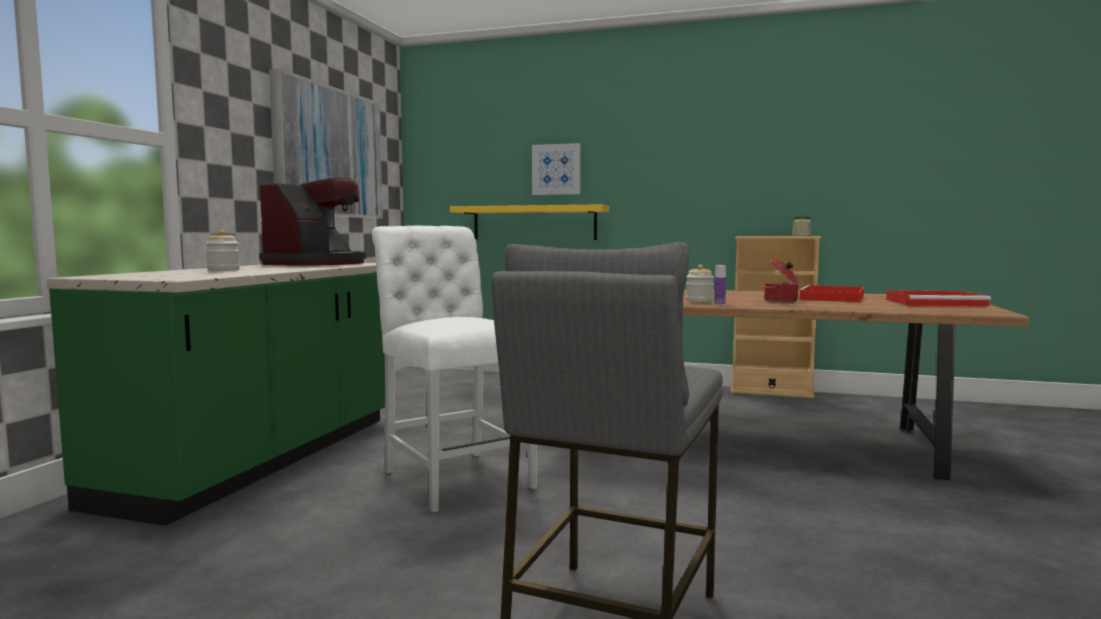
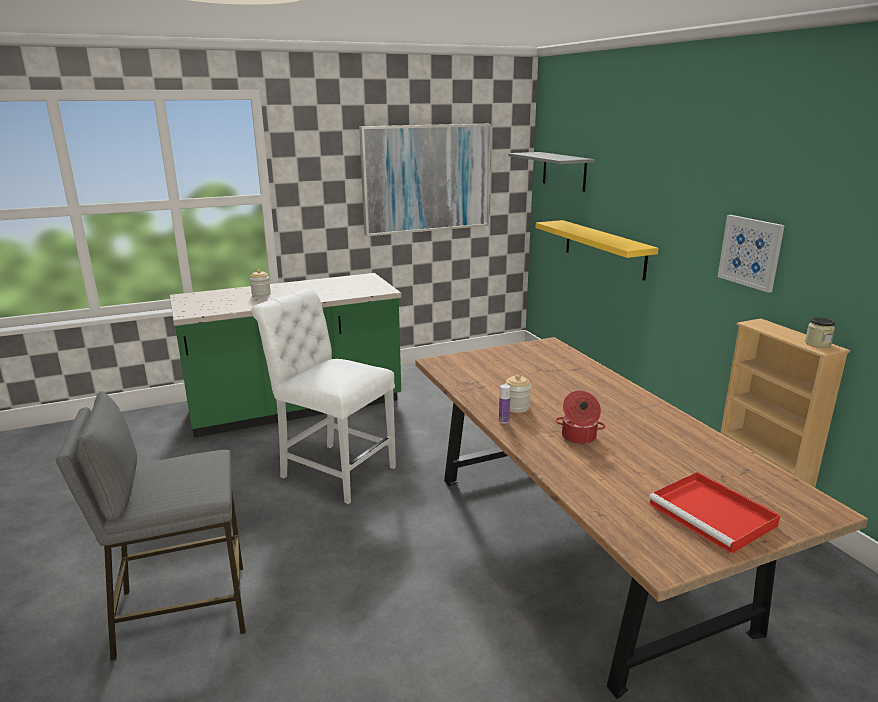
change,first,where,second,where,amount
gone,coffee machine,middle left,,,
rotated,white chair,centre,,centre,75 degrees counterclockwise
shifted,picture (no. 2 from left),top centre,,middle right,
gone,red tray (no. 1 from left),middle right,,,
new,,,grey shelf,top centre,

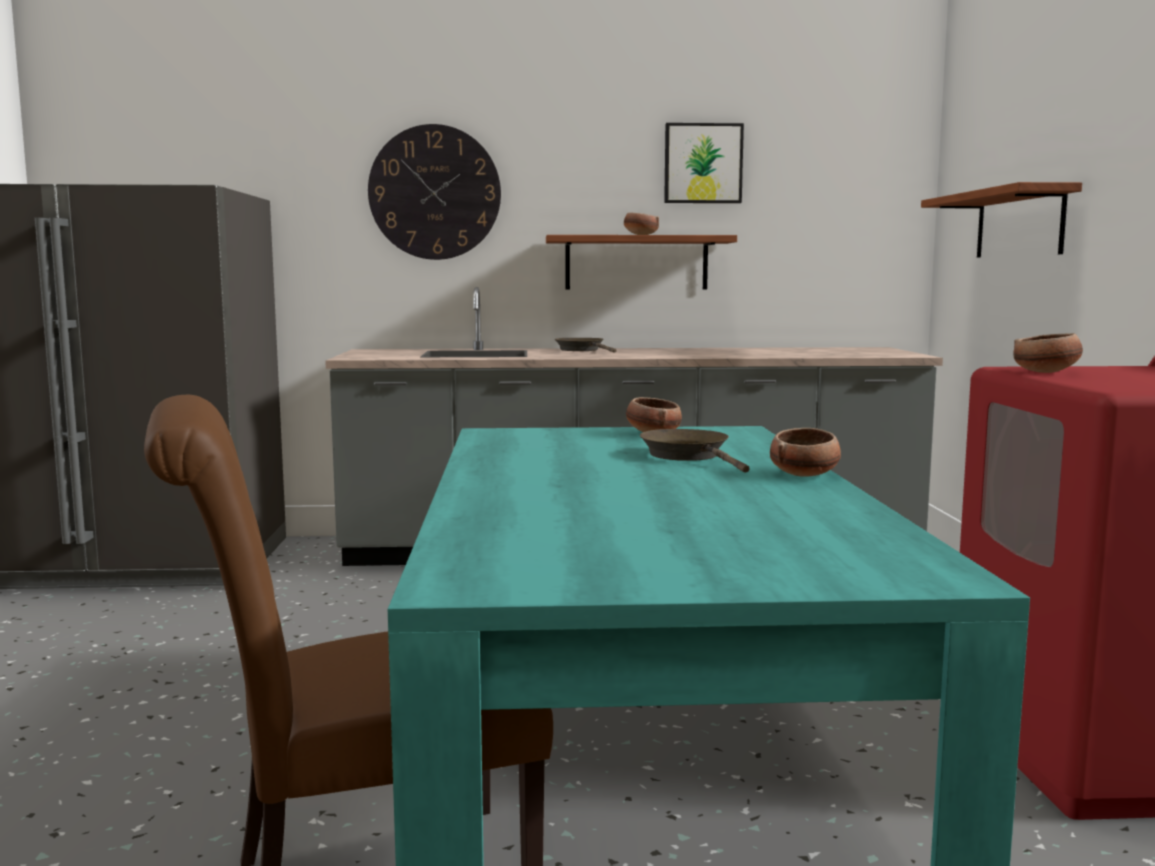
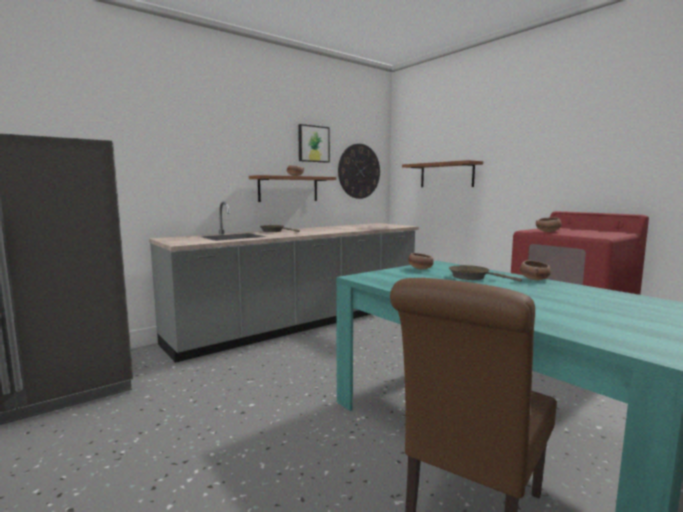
change,first,where,second,where,amount
shifted,wall clock,top centre,,centre,

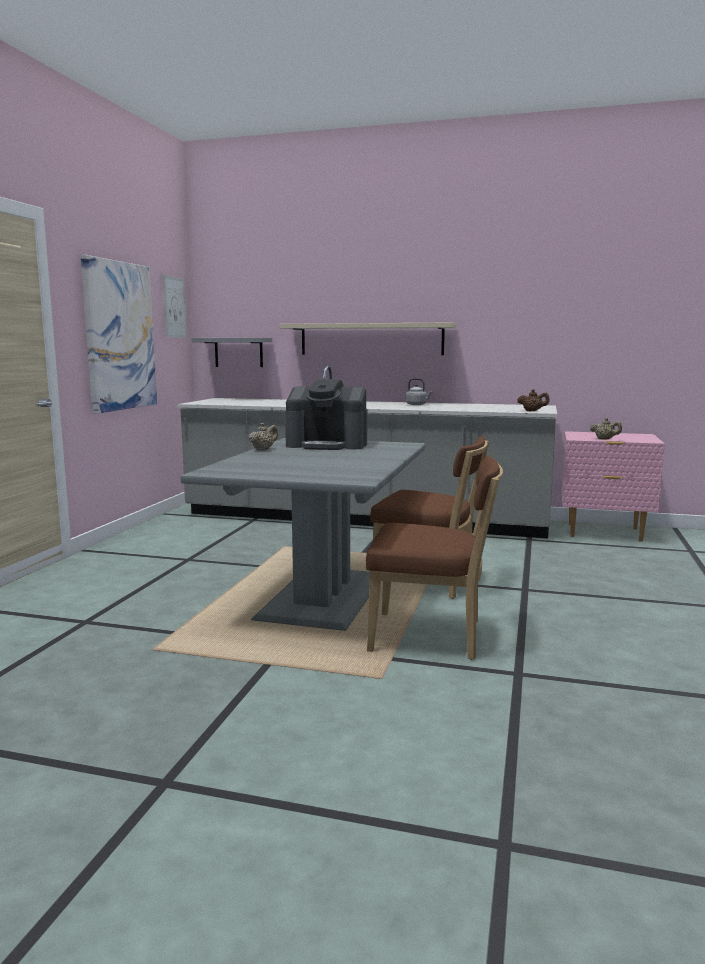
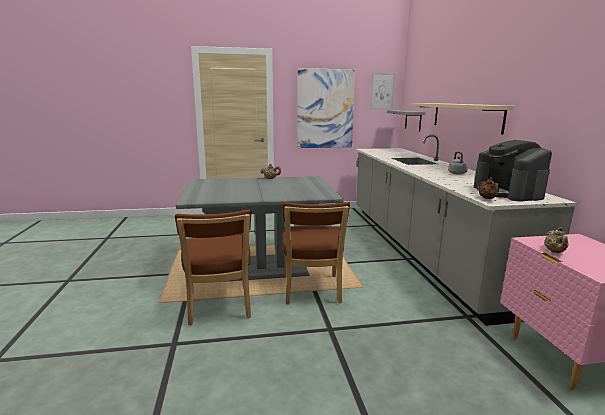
change,first,where,second,where,amount
shifted,coffee machine,centre,,middle right,

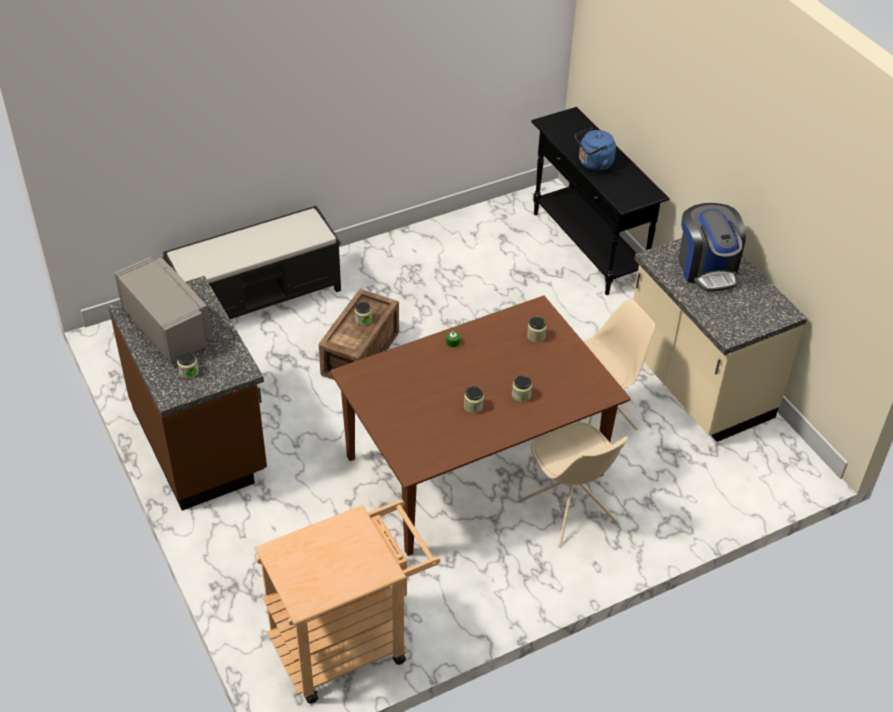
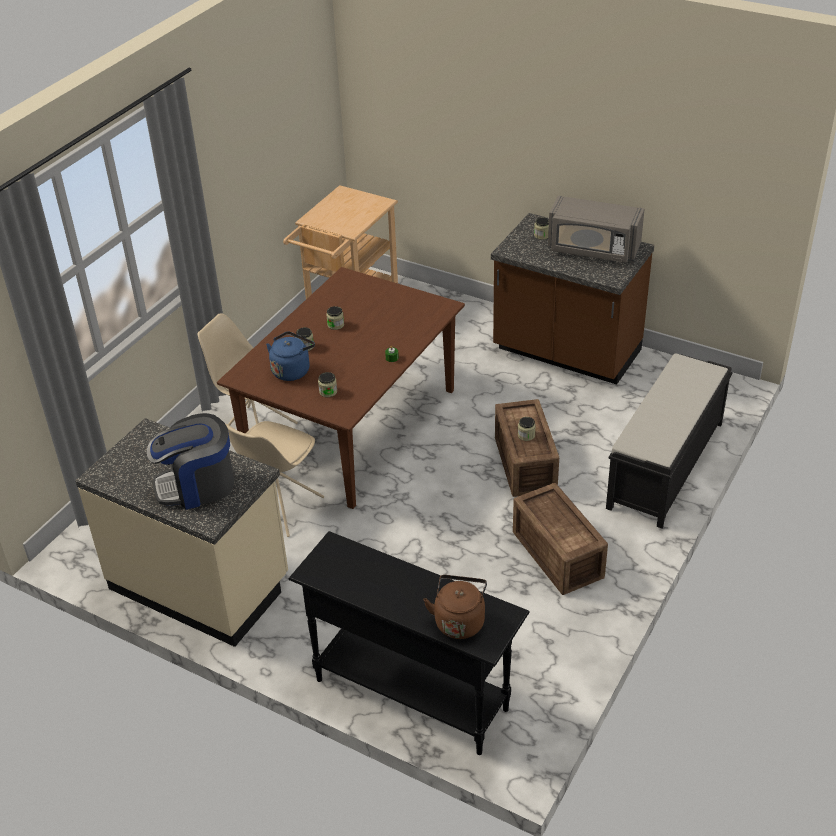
change,first,where,second,where,amount
shifted,blue kettle,top centre,,centre,
rotated,coffee machine,middle right,,middle left,60 degrees counterclockwise
new,,,brown kettle,bottom centre,
new,,,crate (no. 2 from left),middle right,

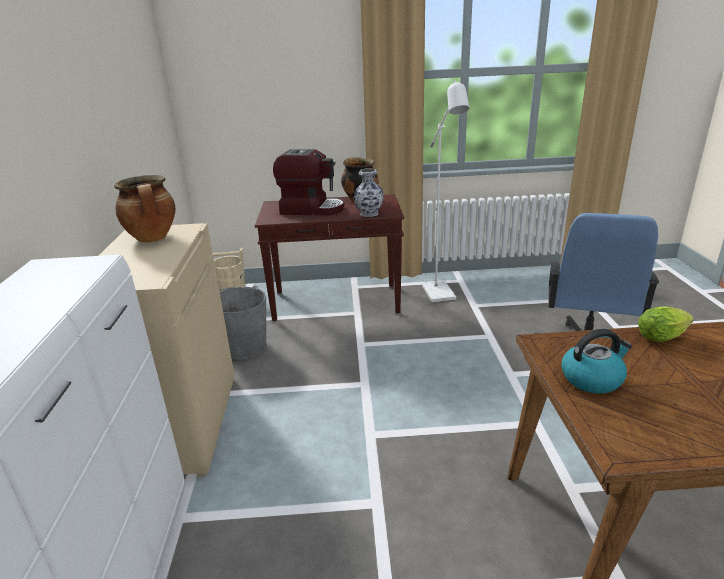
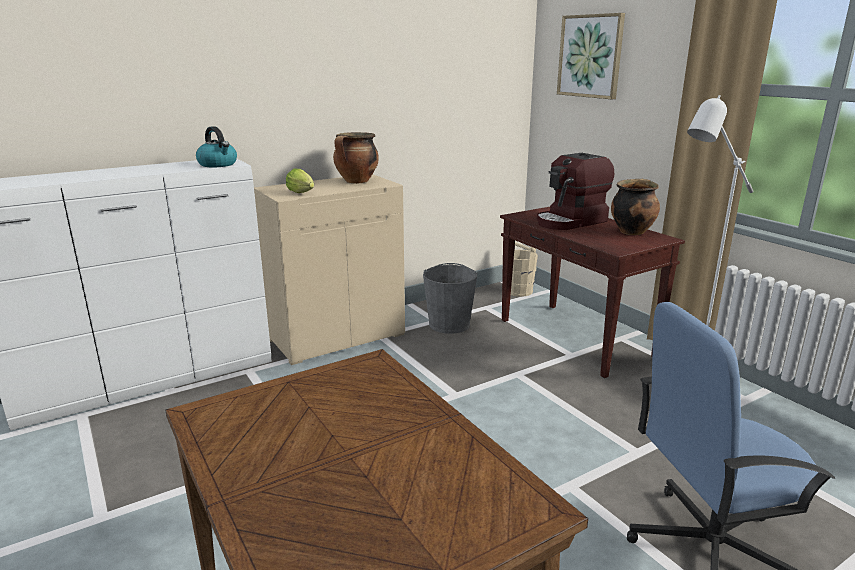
change,first,where,second,where,amount
rotated,coffee machine,top centre,,middle right,75 degrees clockwise
gone,vase,centre,,,
shifted,kettle,middle right,,top left,
shifted,lettuce,middle right,,top centre,
new,,,picture,top right,

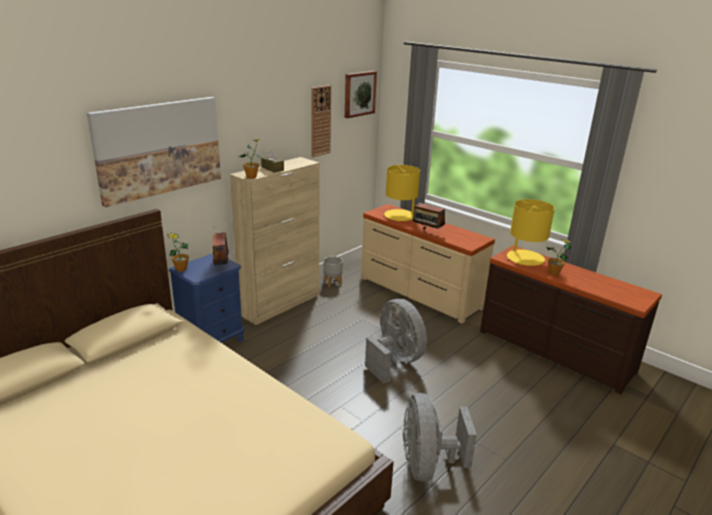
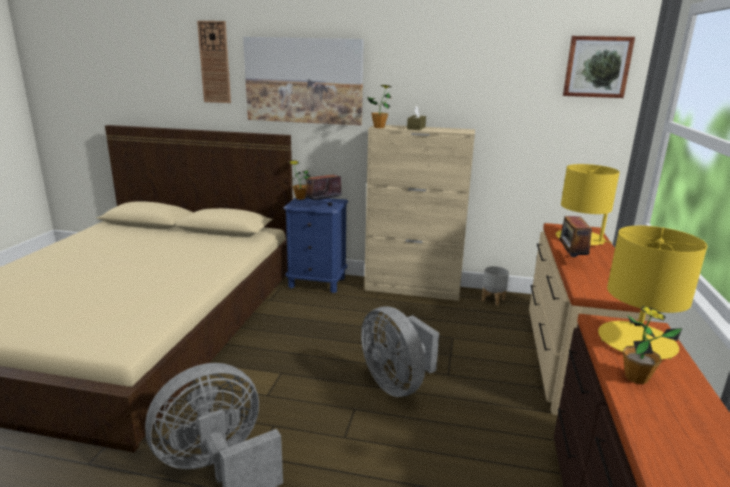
change,first,where,second,where,amount
shifted,wall clock,top centre,,top left,
rotated,grey fan (no. 1 from left in the first image),centre,grey fan (no. 2 from left),bottom centre,120 degrees clockwise

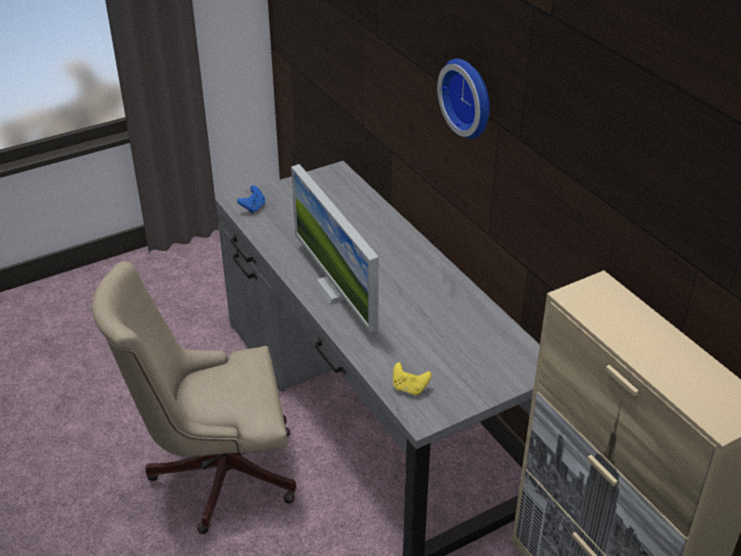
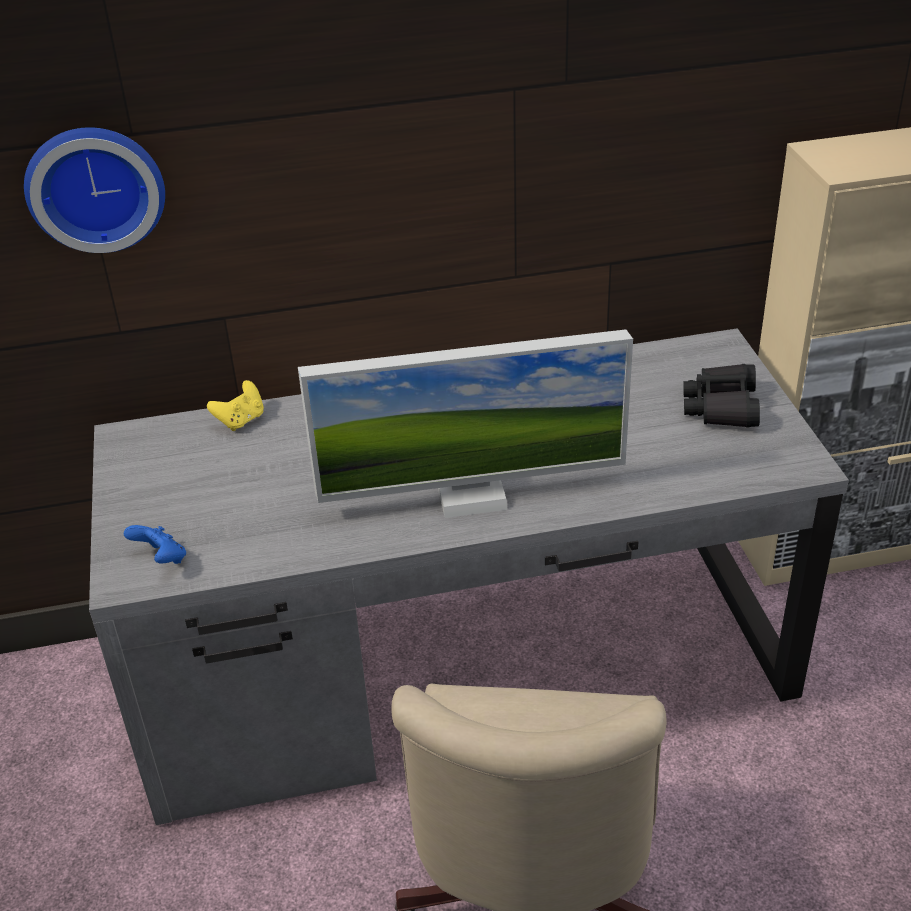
change,first,where,second,where,amount
shifted,yellow game controller,bottom centre,,middle left,
shifted,wall clock,top centre,,top left,
new,,,black binoculars,middle right,

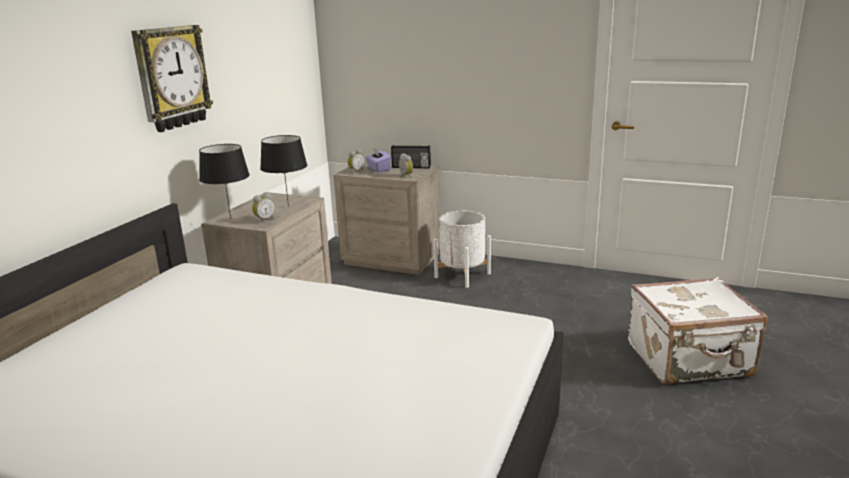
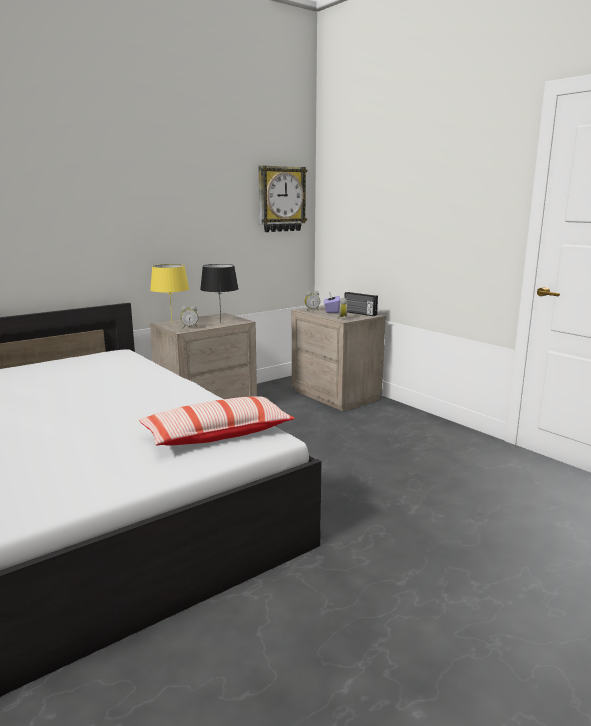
change,first,where,second,where,amount
shifted,wall clock,top left,,top centre,
repainted,black table lamp (no. 1 from left),middle left,yellow table lamp,middle left,
gone,white planter,centre,,,
gone,white suitcase,bottom right,,,
new,,,pillow,centre,

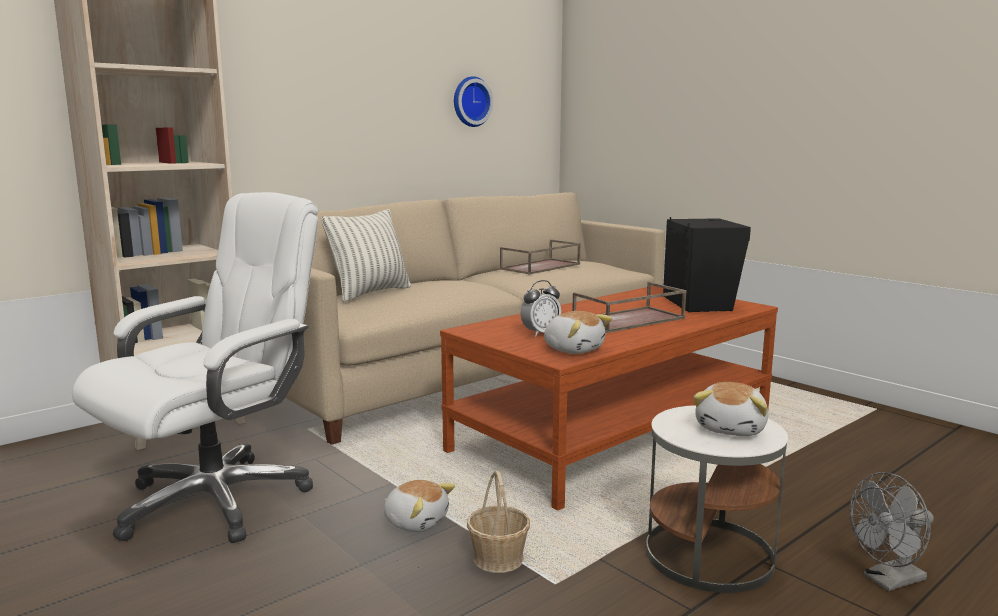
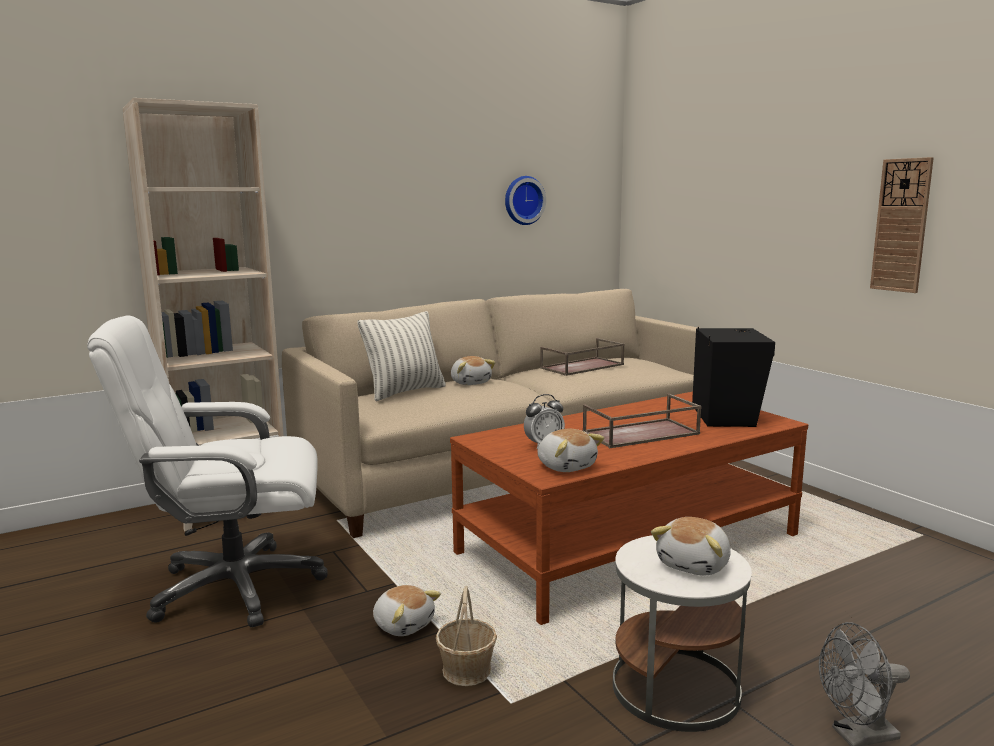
change,first,where,second,where,amount
rotated,white office chair,middle left,,middle left,150 degrees counterclockwise
new,,,plush toy (no. 2 from left),centre,
new,,,wall clock (no. 2 from left),top right,

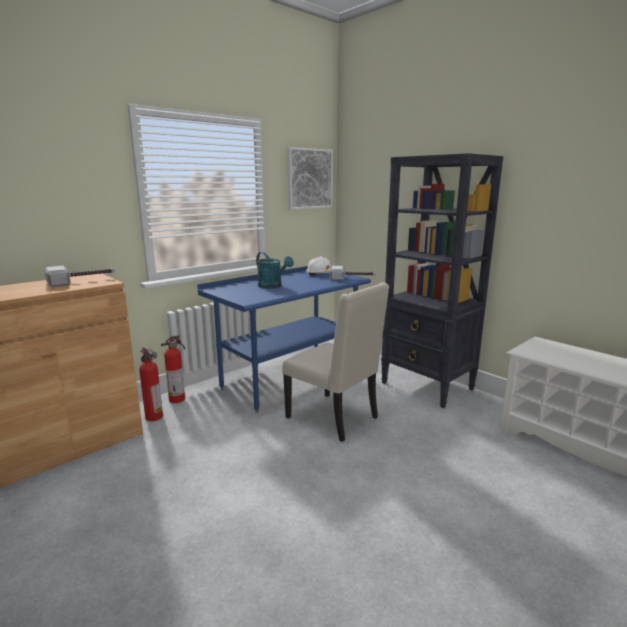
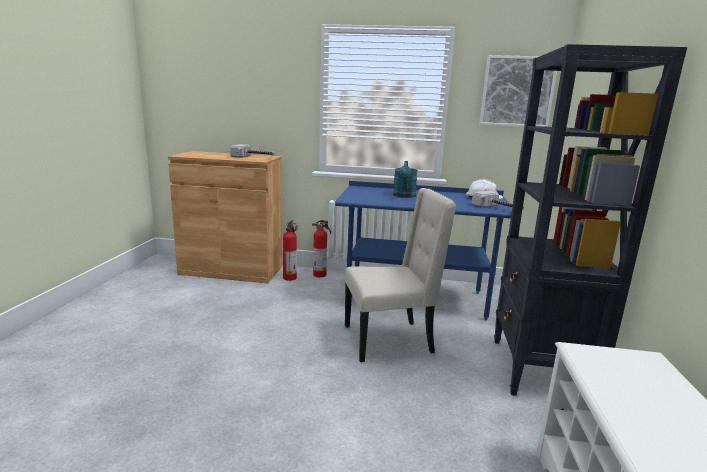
change,first,where,second,where,amount
rotated,beige chair,centre,,centre,105 degrees counterclockwise

